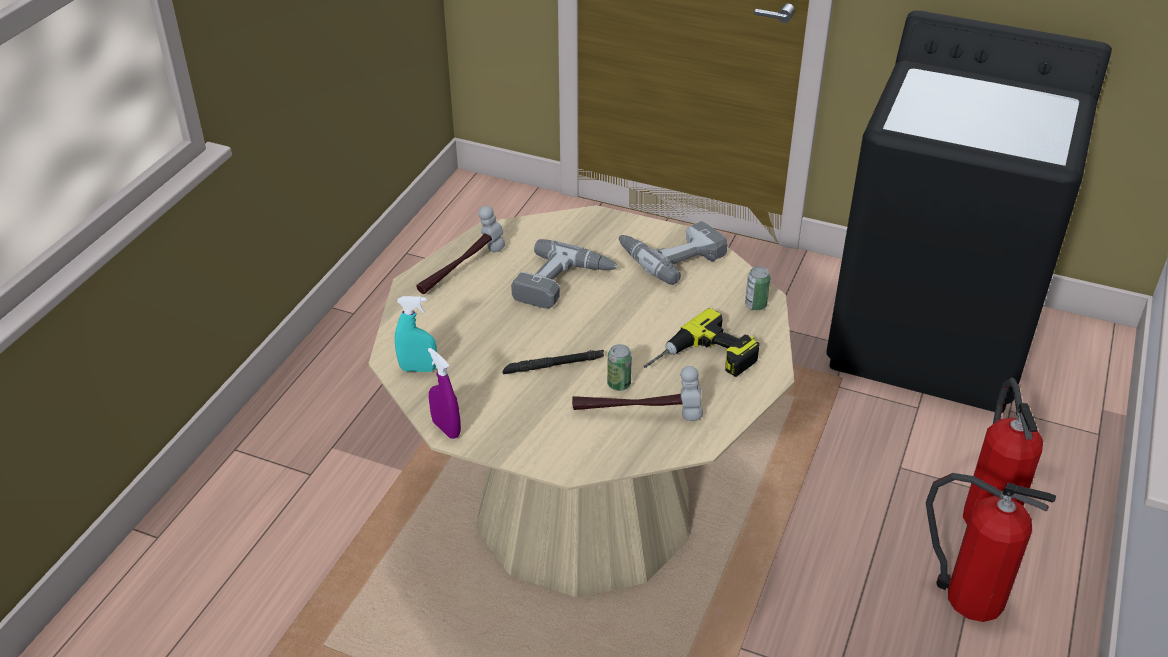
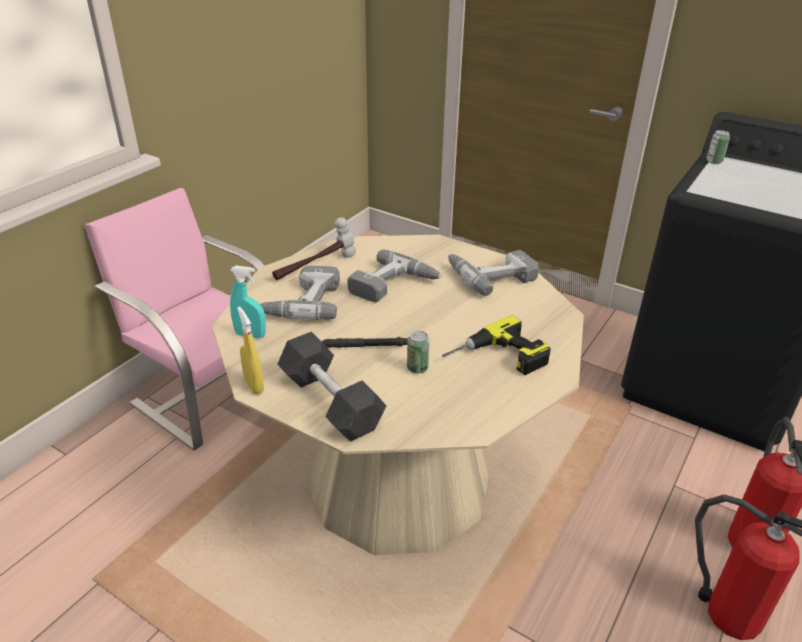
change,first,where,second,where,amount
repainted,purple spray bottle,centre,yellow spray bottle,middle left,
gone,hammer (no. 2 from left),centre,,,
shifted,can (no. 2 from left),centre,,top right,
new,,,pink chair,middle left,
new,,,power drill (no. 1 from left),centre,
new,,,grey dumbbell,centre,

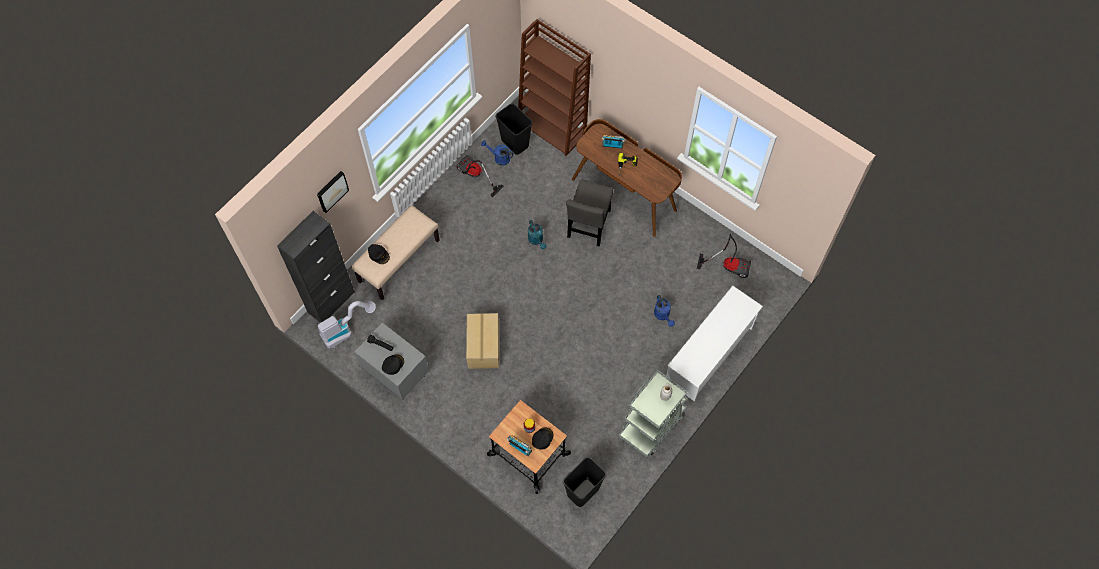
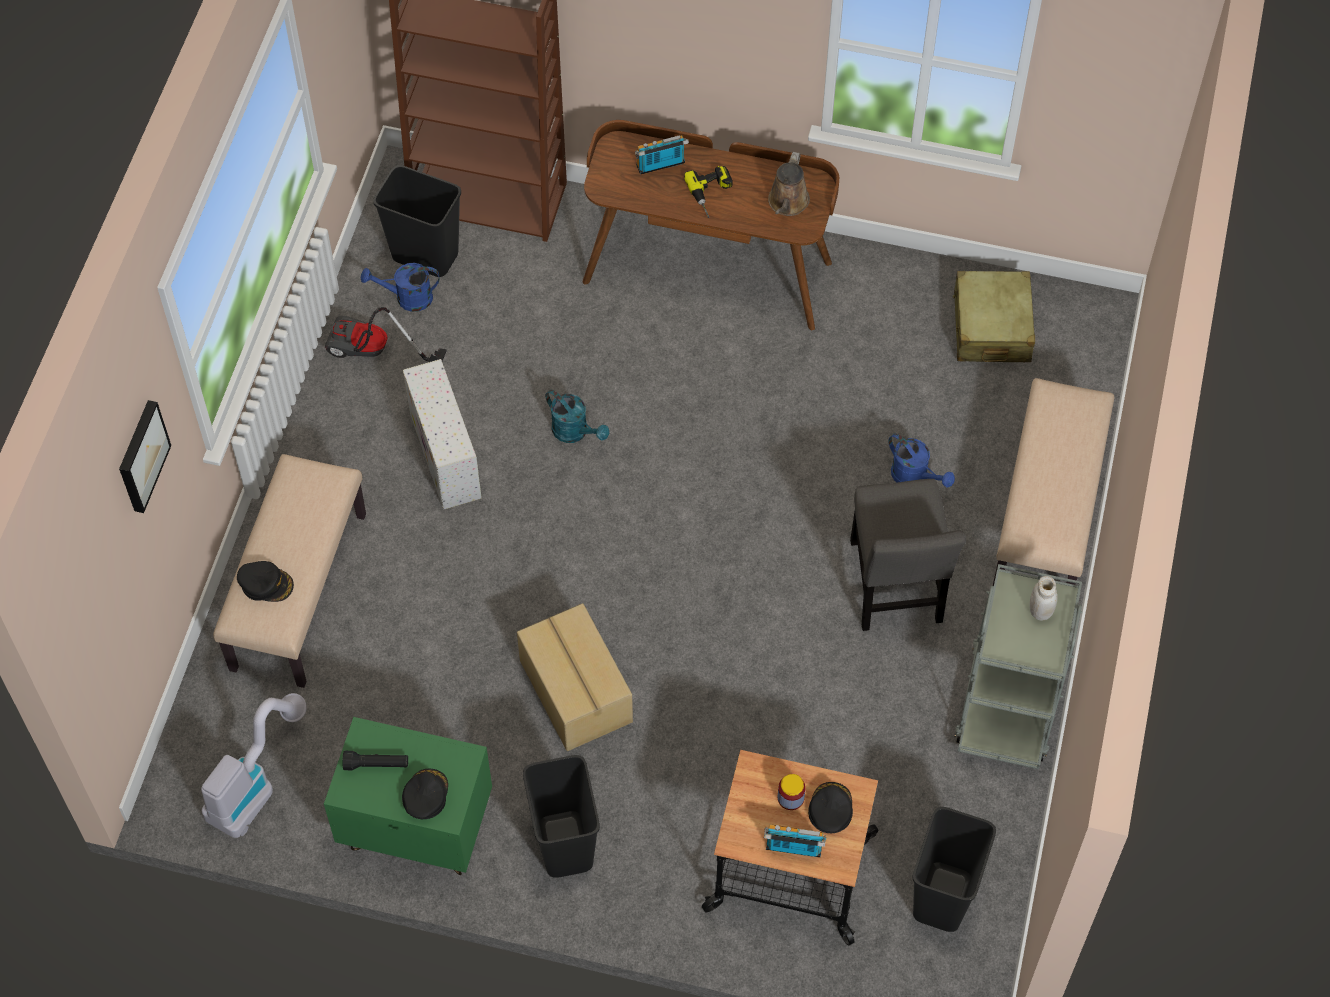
change,first,where,second,where,amount
gone,black cabinet,middle left,,,
repainted,grey nightstand,centre,green nightstand,bottom left,
shifted,grey chair,centre,,middle right,
swapped,white shoe rack,centre,beige bench (no. 2 from left),middle right,
swapped,vacuum cleaner (no. 3 from left),centre,beige suitcase,top right,
new,,,white storage box,middle left,
new,,,black trash can (no. 2 from left),bottom centre,
new,,,brown watering can,top centre,

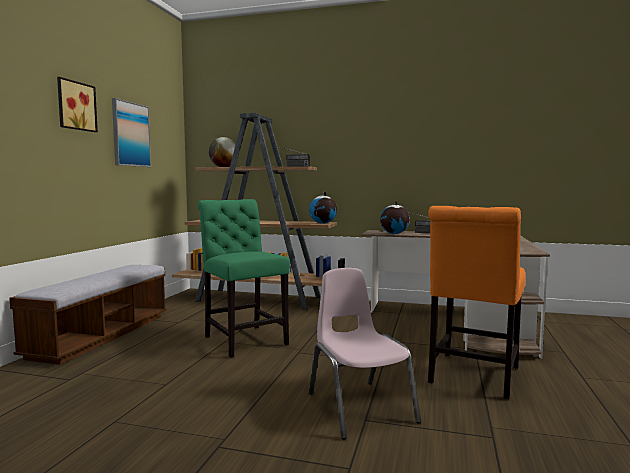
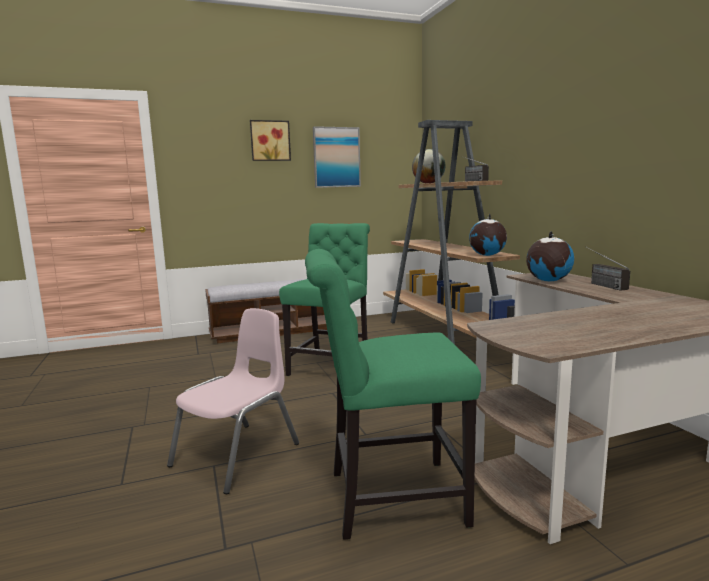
change,first,where,second,where,amount
repainted,orange chair,middle right,green chair (no. 2 from left),bottom centre,

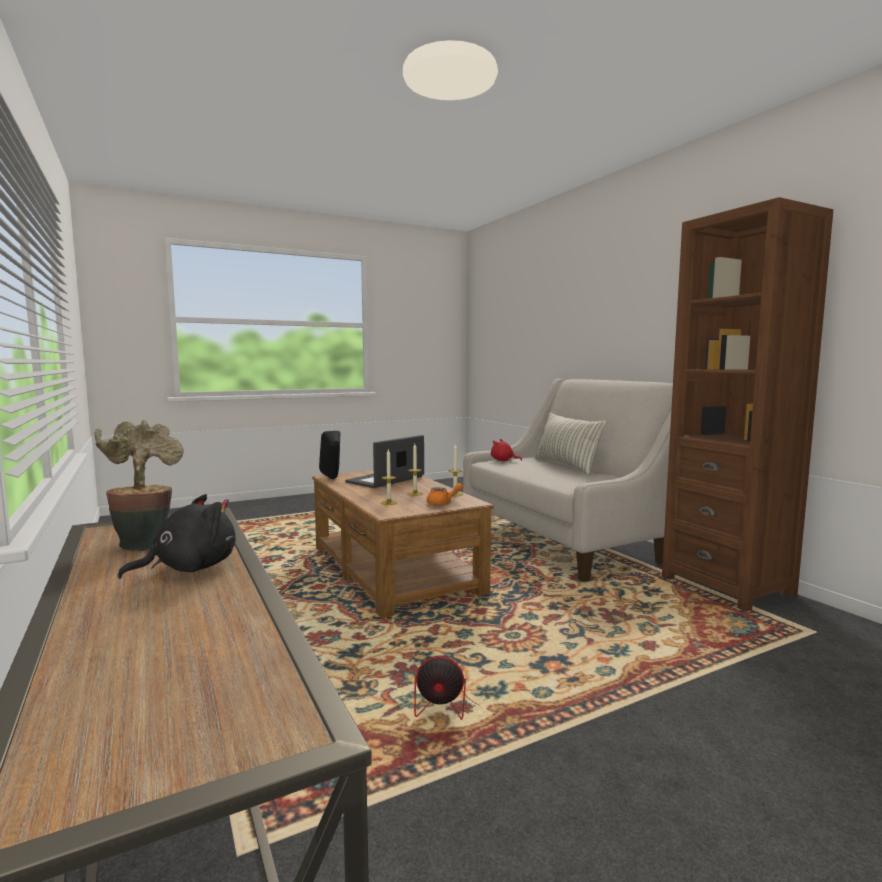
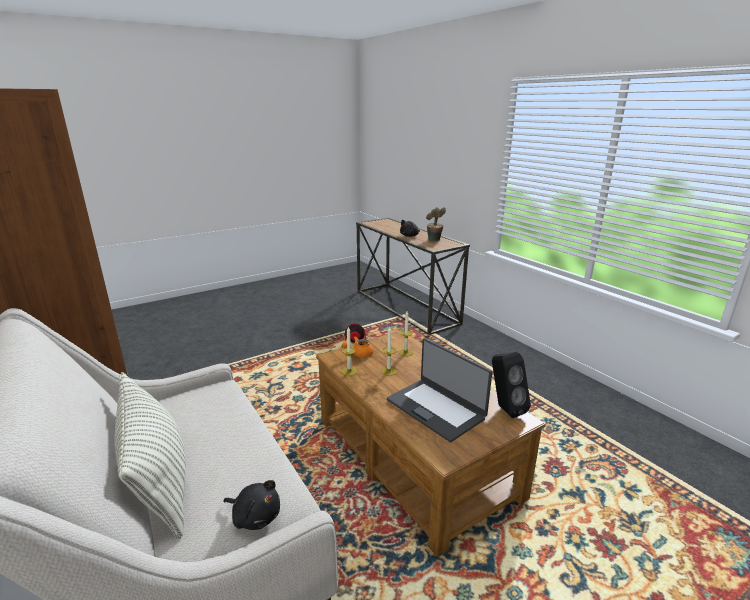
change,first,where,second,where,amount
rotated,laptop,centre,,centre,105 degrees clockwise
repainted,red plush toy,centre,black plush toy (no. 1 from left),bottom centre,

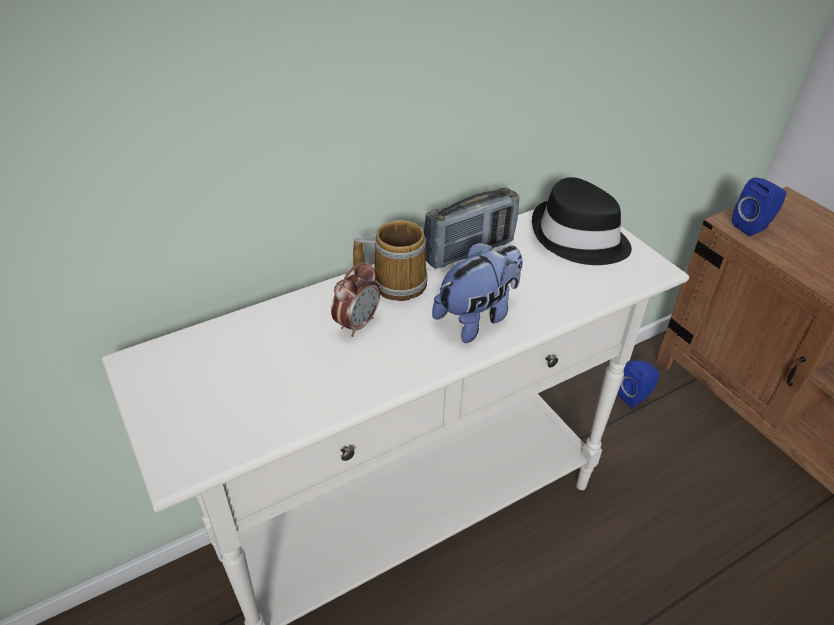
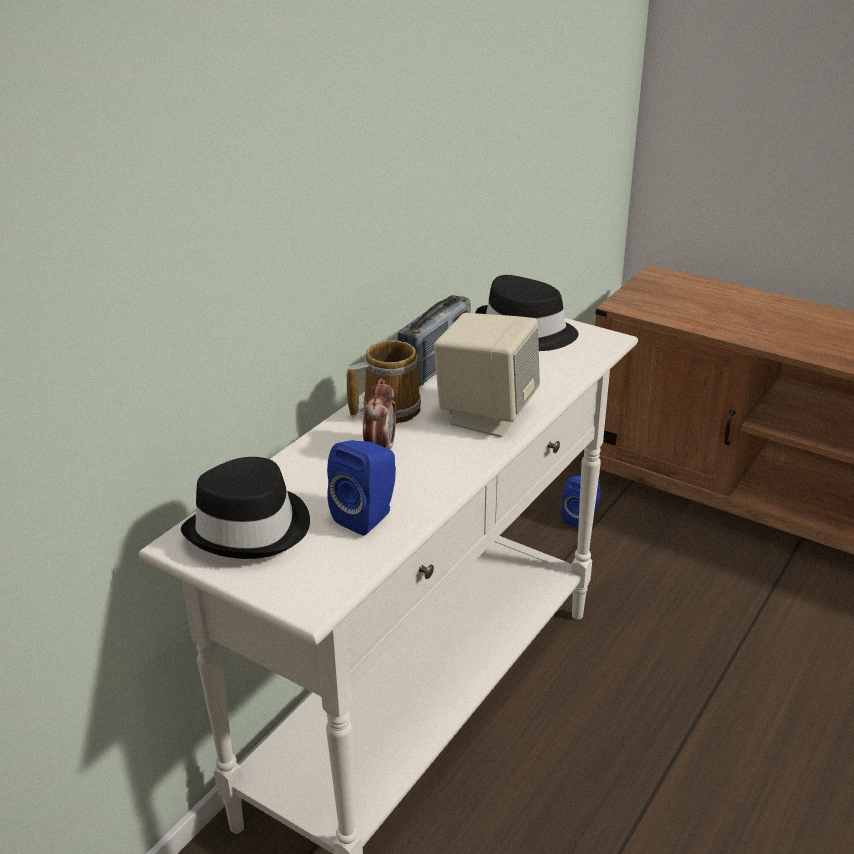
change,first,where,second,where,amount
swapped,plush toy,centre,beige speaker,centre,
shifted,blue speaker (no. 2 from left in the first image),top right,blue speaker (no. 1 from left),centre,
new,,,black hat (no. 1 from left),middle left,

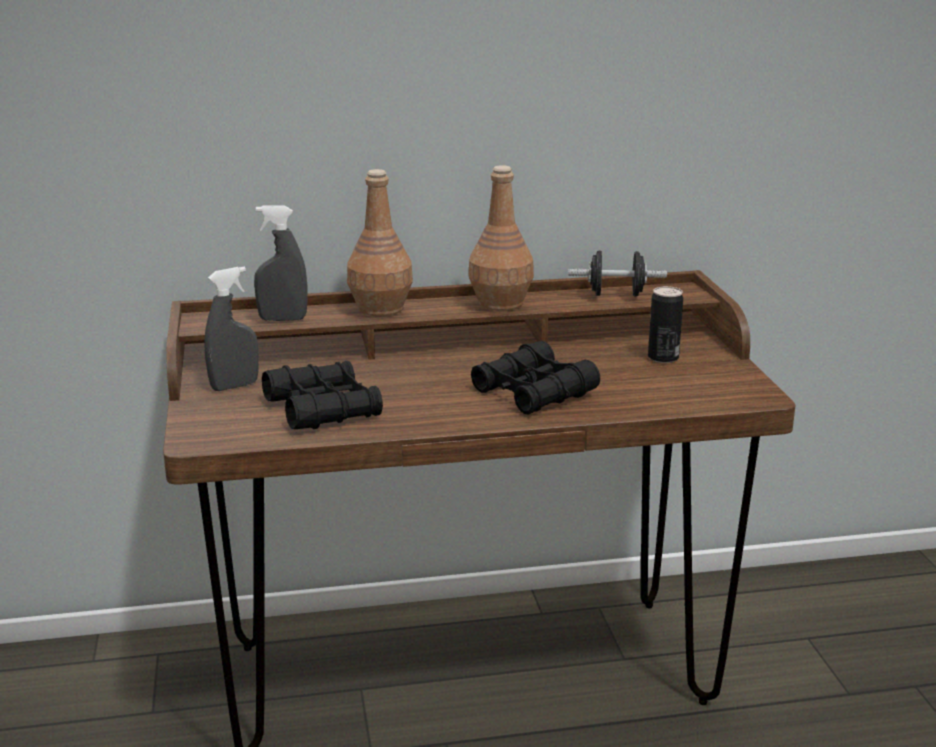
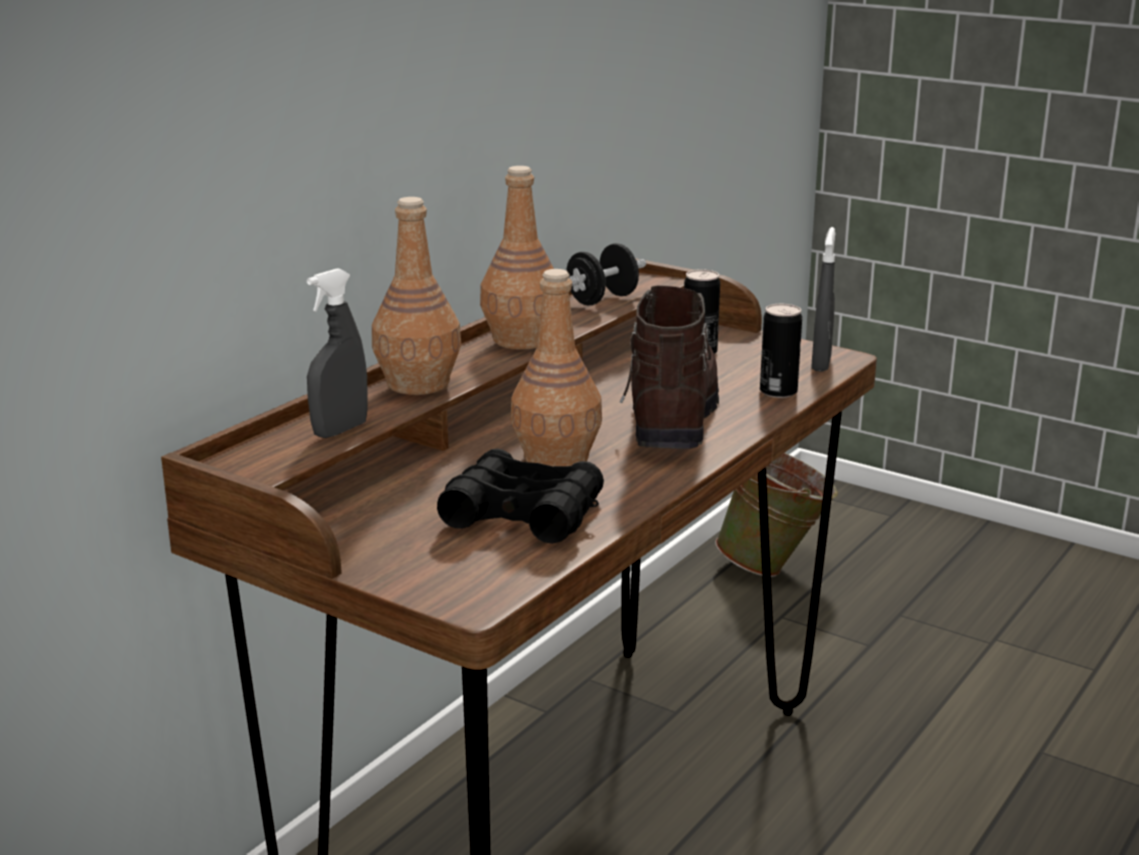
change,first,where,second,where,amount
shifted,grey spray bottle (no. 1 from left in the first image),middle left,grey spray bottle (no. 2 from left),middle right,
swapped,black binoculars (no. 2 from left),centre,brown boot,centre,
new,,,brown bottle (no. 3 from left),centre,
new,,,green bucket,middle right,
new,,,can (no. 2 from left),middle right,

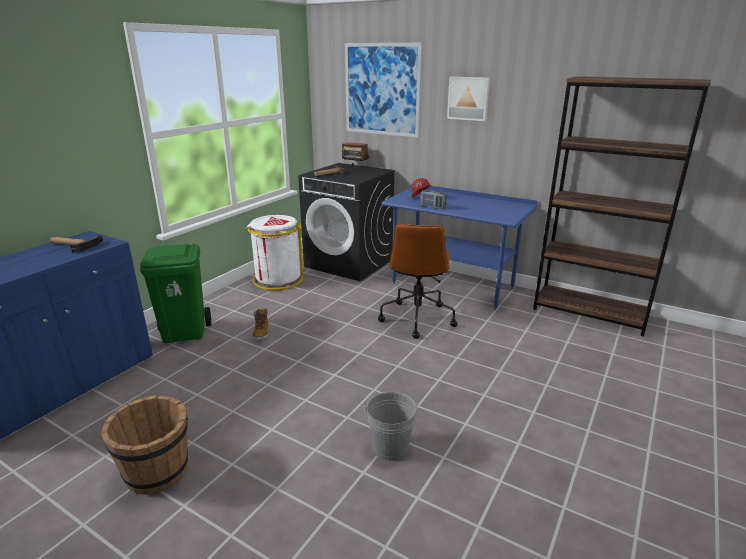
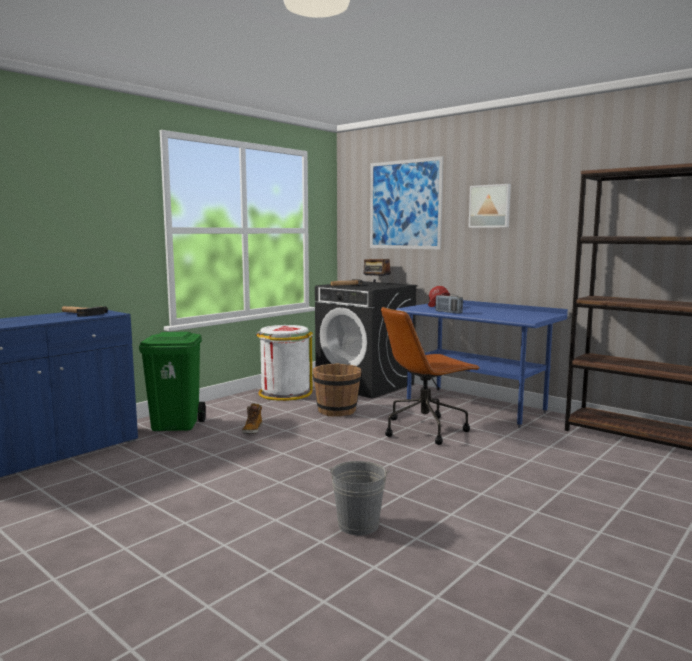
change,first,where,second,where,amount
shifted,brown bucket,bottom left,,centre,
rotated,brown office chair,centre,,centre,45 degrees clockwise

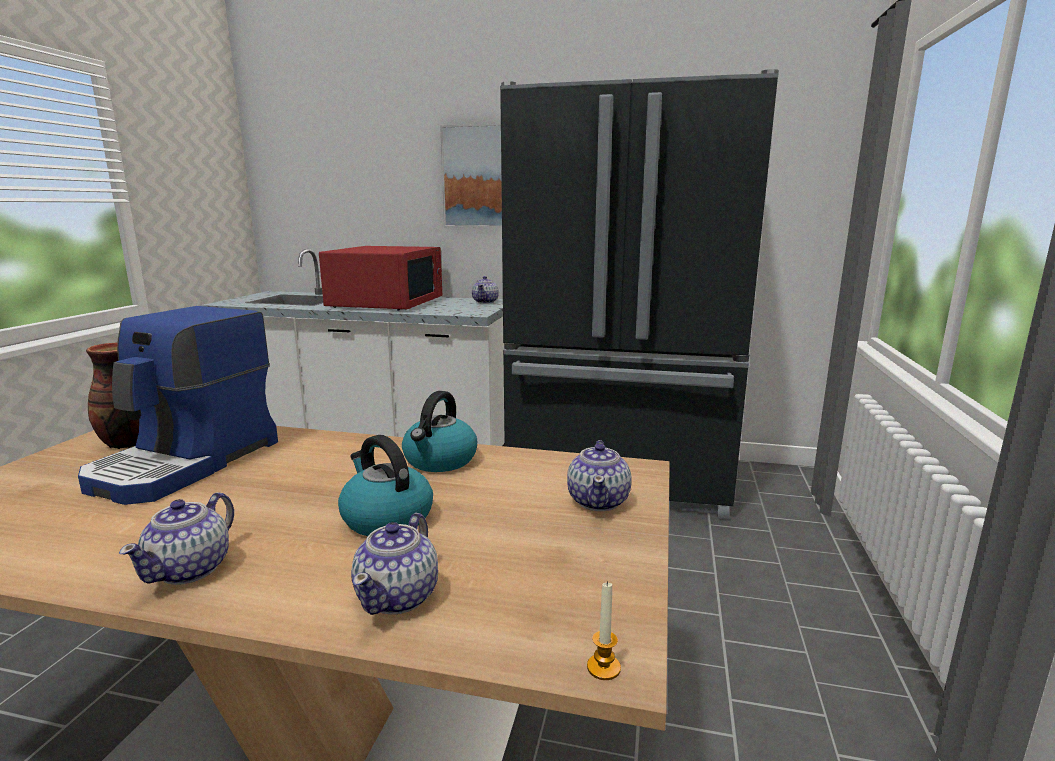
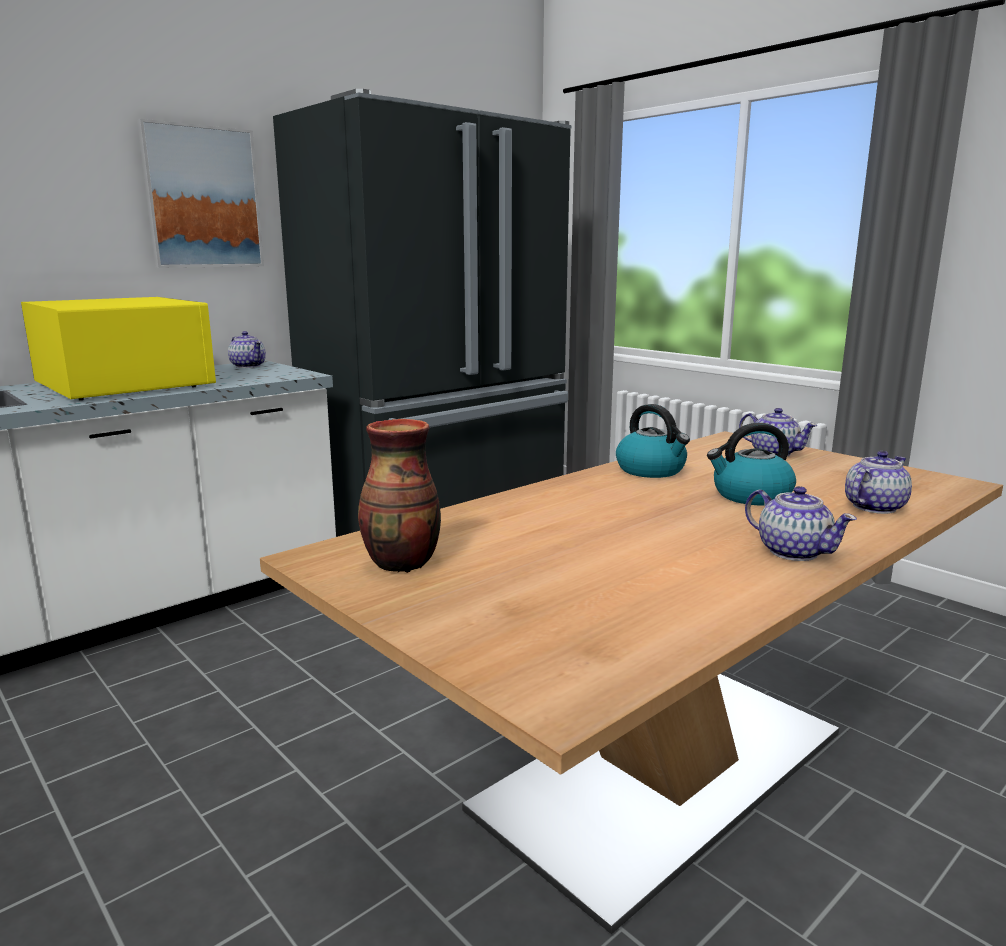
change,first,where,second,where,amount
gone,coffee machine,middle left,,,
repainted,red microwave,centre,yellow microwave,middle left,
rotated,teapot (no. 2 from left in the first image),bottom centre,teapot (no. 4 from left),middle right,90 degrees counterclockwise
gone,candle,bottom centre,,,

